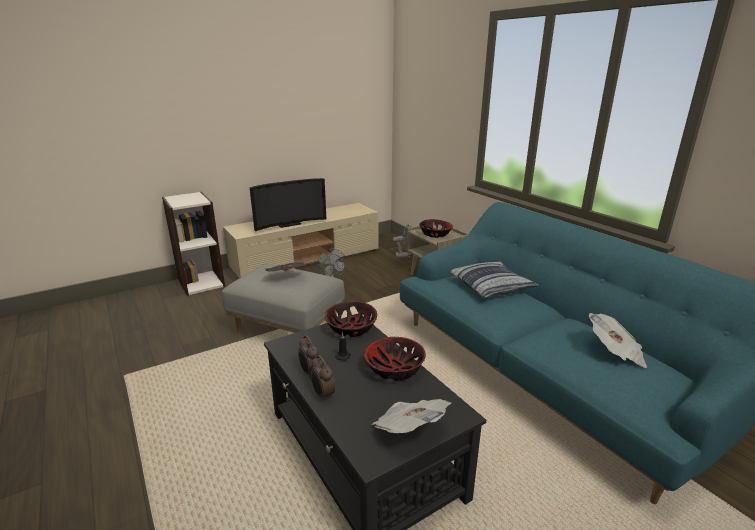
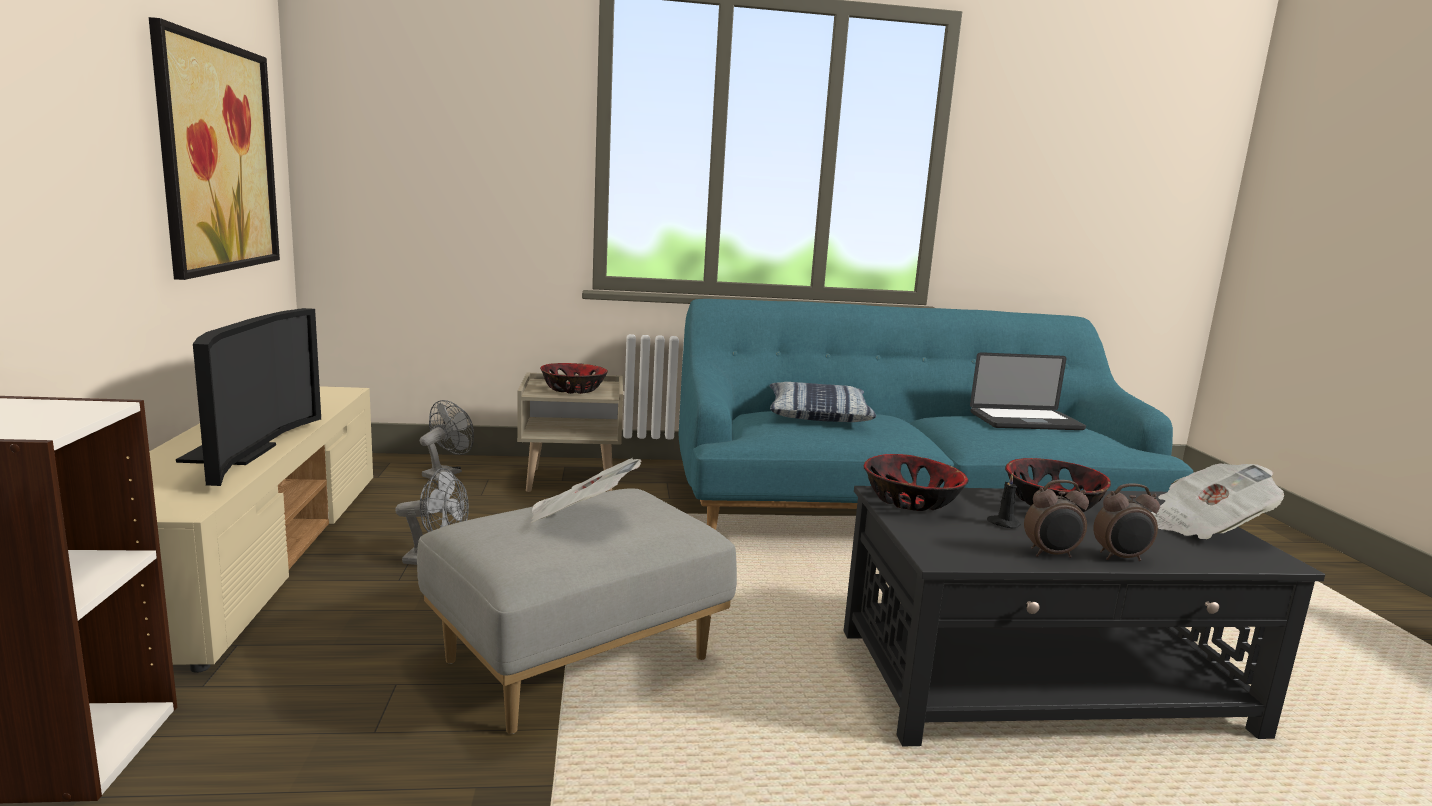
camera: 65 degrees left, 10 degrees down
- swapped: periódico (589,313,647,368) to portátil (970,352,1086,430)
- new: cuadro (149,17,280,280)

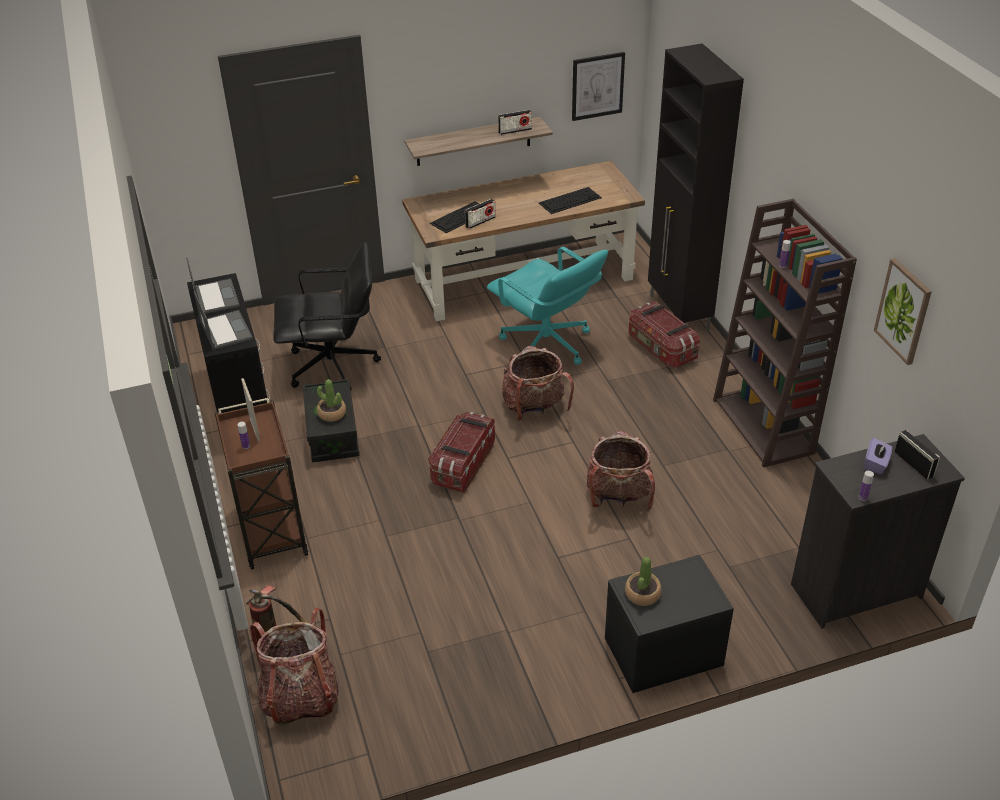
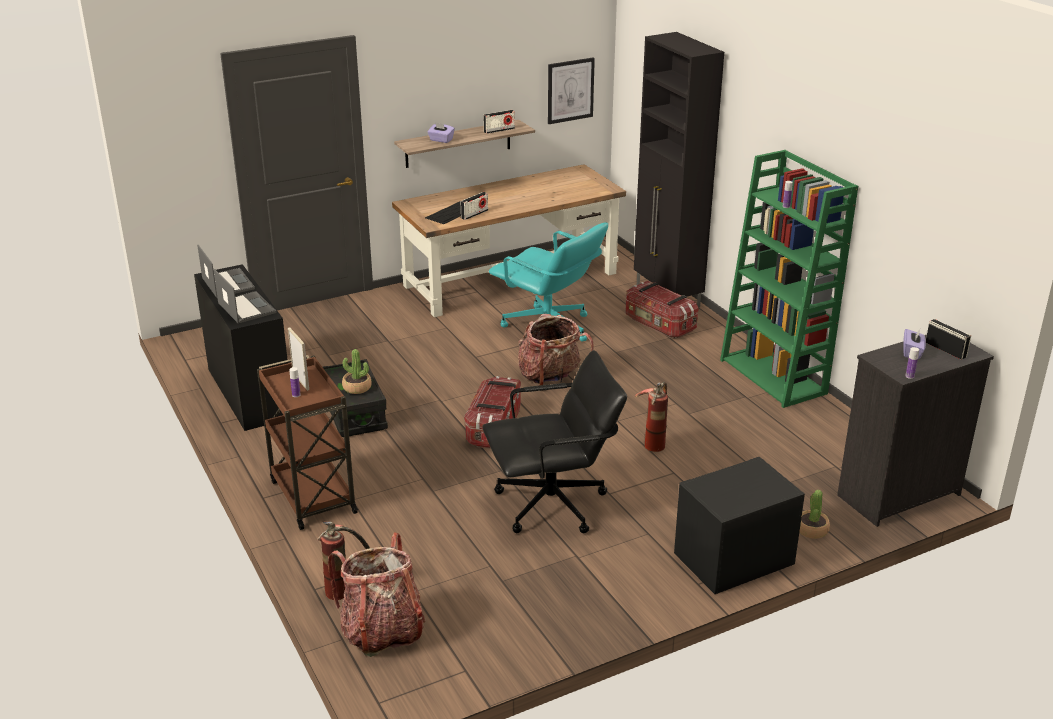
camera: 10 degrees left, 10 degrees down
- shifted: silla de oficina/negro (273,242,381,390) to (482,350,627,533)
- gone: teclado (539,187,602,214)
- swapped: mochila (587,431,655,511) to extintor (635,382,668,452)
- shifted: planta en maceta (625,557,662,606) to (799,490,830,539)
- repainted: estantería/marrón (713,199,857,468) to estantería/verde (720,150,858,408)
- gone: cuadro (874,258,932,365)
- new: caja de pañuelos/morado (427,122,455,143)

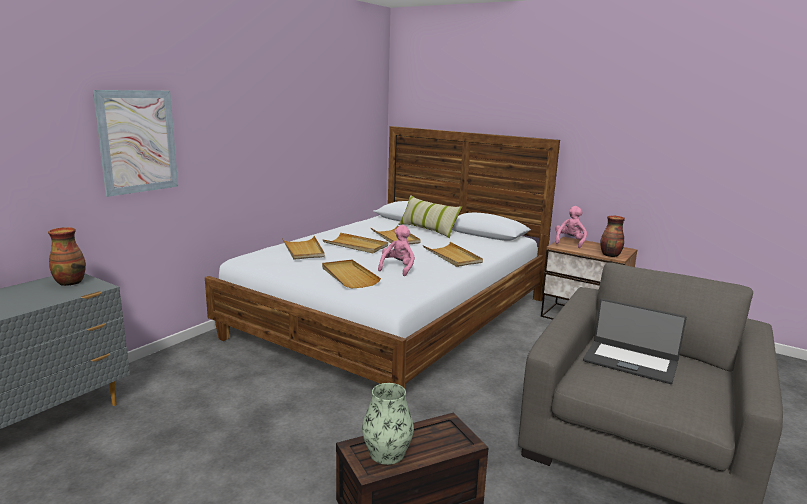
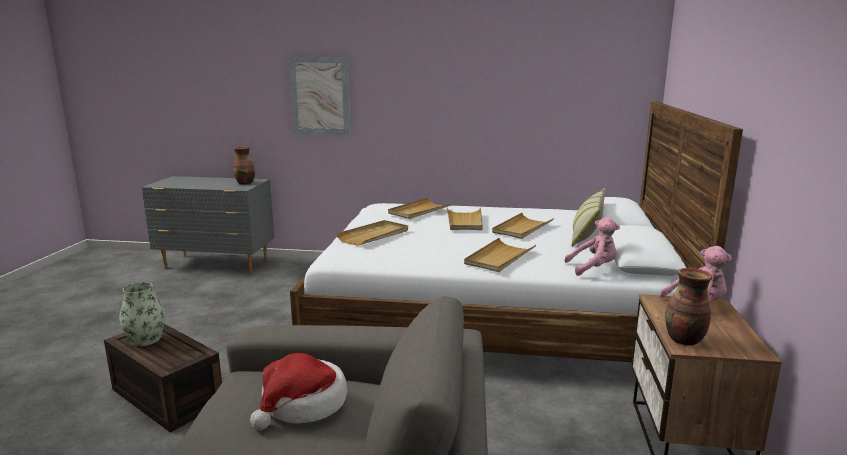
camera: 65 degrees right, 0 degrees up
- shifted: peluche/rosa (378,225,415,276) to (564,217,620,276)
- swapped: portátil (583,299,687,384) to sombrero (250,353,347,430)

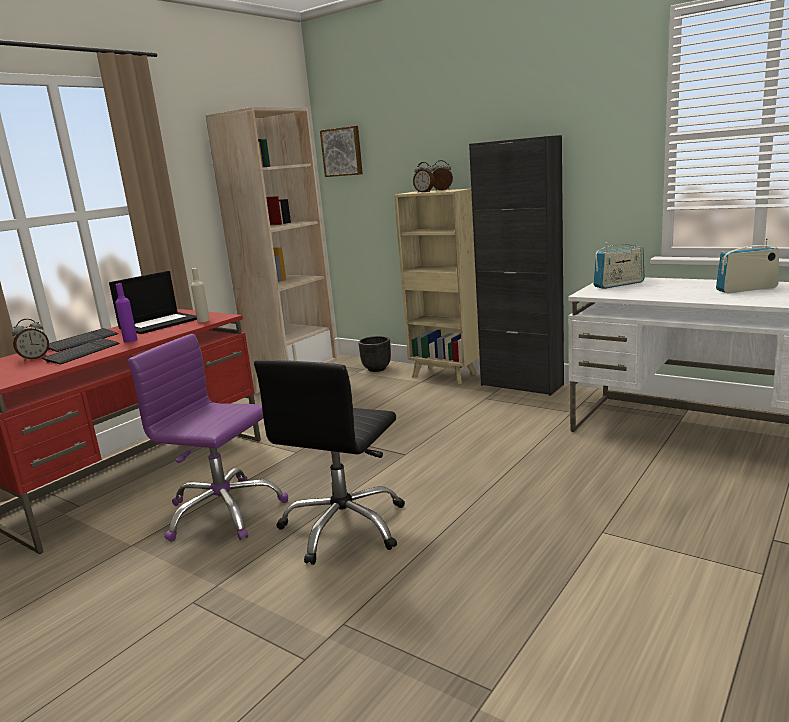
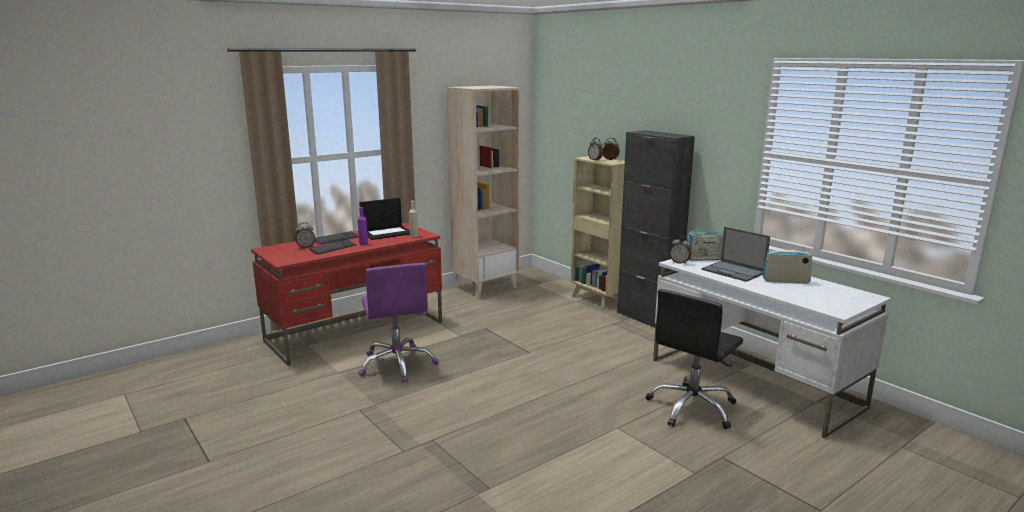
camera: 15 degrees right, 0 degrees up
- rotated: silla de oficina/morado (128,334,288,542) = (358,263,439,383) 150 degrees counterclockwise
- shifted: silla de oficina/negro (254,360,405,565) to (646,289,743,429)
- gone: cuadro (320,126,363,177)
- gone: maceta/negro (358,336,391,372)
- new: despertador (670,236,691,264)
- new: portátil (702,227,770,282)

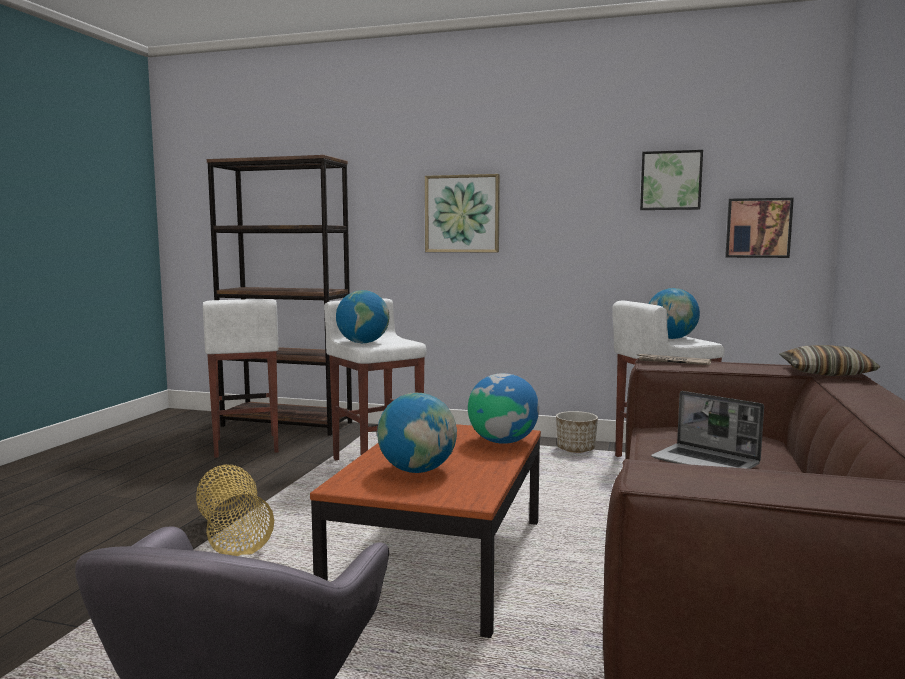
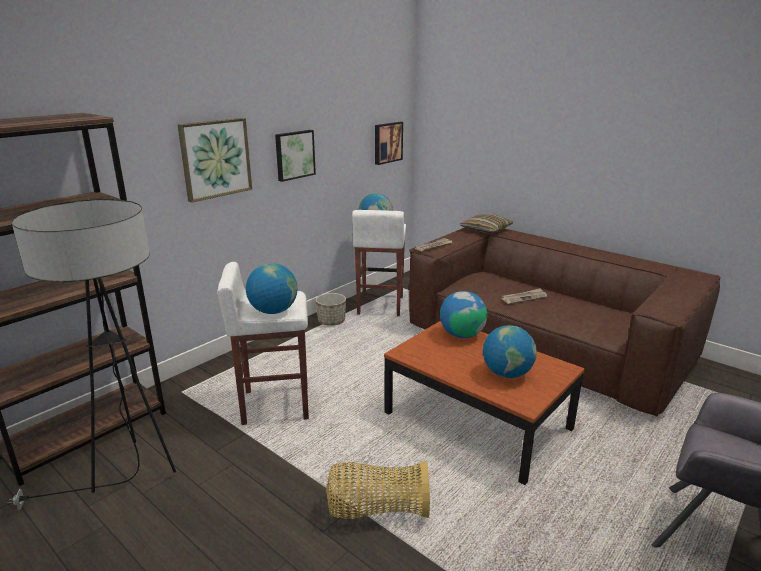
camera: 65 degrees left, 15 degrees up
- swapped: taburete/blanco (203,299,278,458) to lámpara de pie (8,199,176,510)
- shifted: cuadro (640,150,703,210) to (275,130,316,182)
- swapped: portátil (651,391,764,469) to periódico (502,288,547,304)

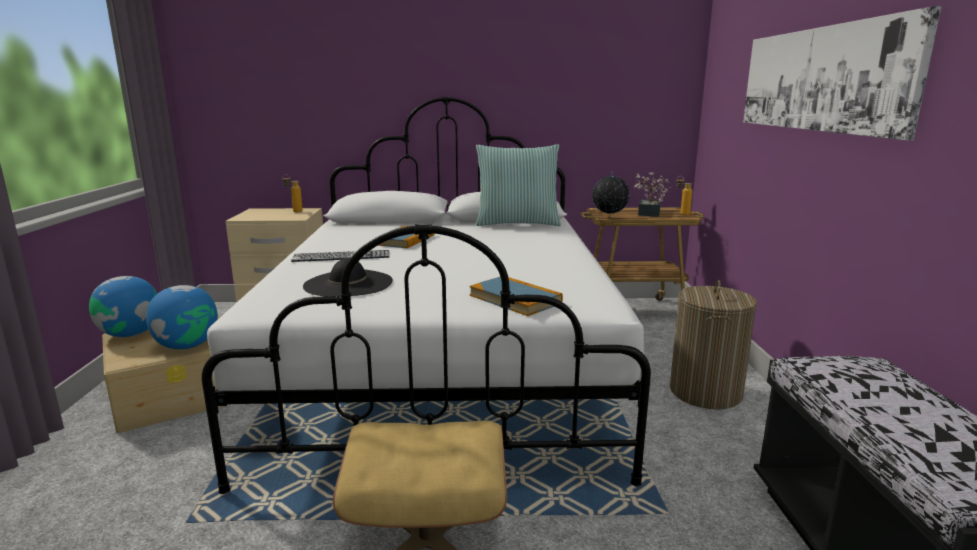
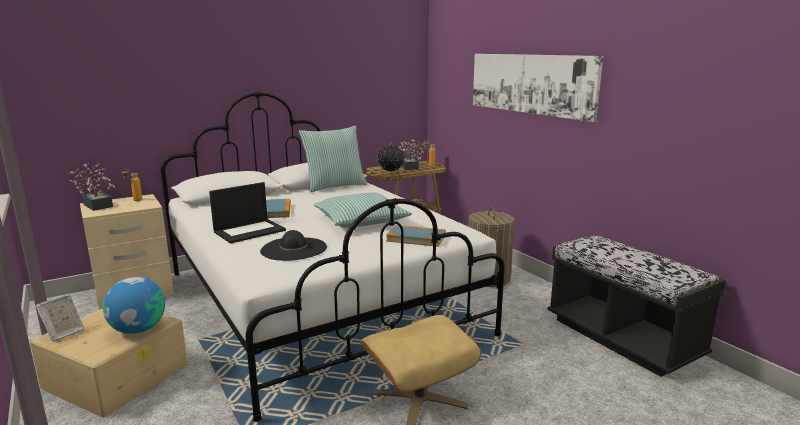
camera: 30 degrees left, 0 degrees up
- swapped: globo terráqueo (89,276,157,337) to portarretratos (35,294,84,342)
- swapped: teclado (291,250,389,262) to portátil (209,182,286,244)
- new: planta en maceta (69,164,116,211)
- new: cojín (313,192,412,228)

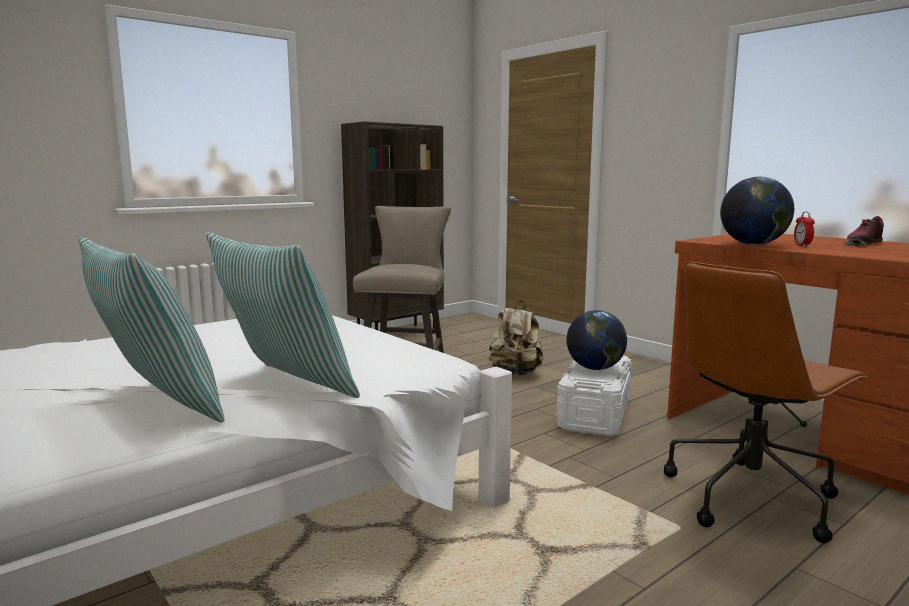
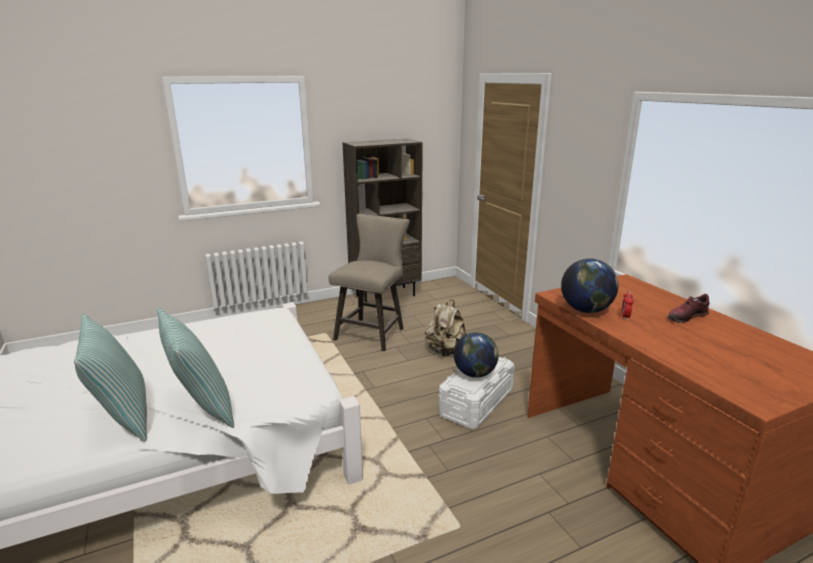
camera: 15 degrees right, 10 degrees up
- gone: silla de oficina/marrón (664,262,867,543)

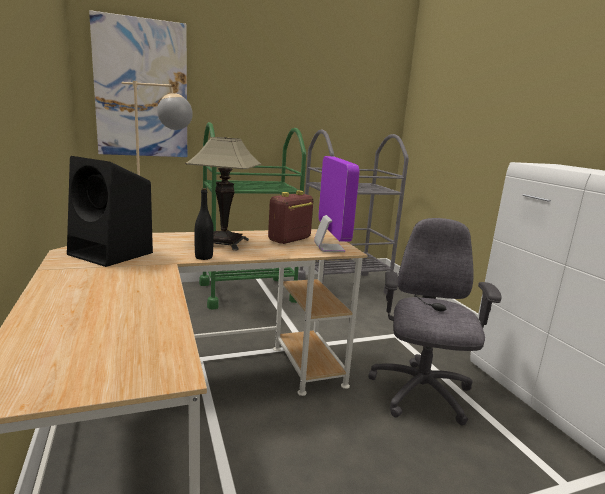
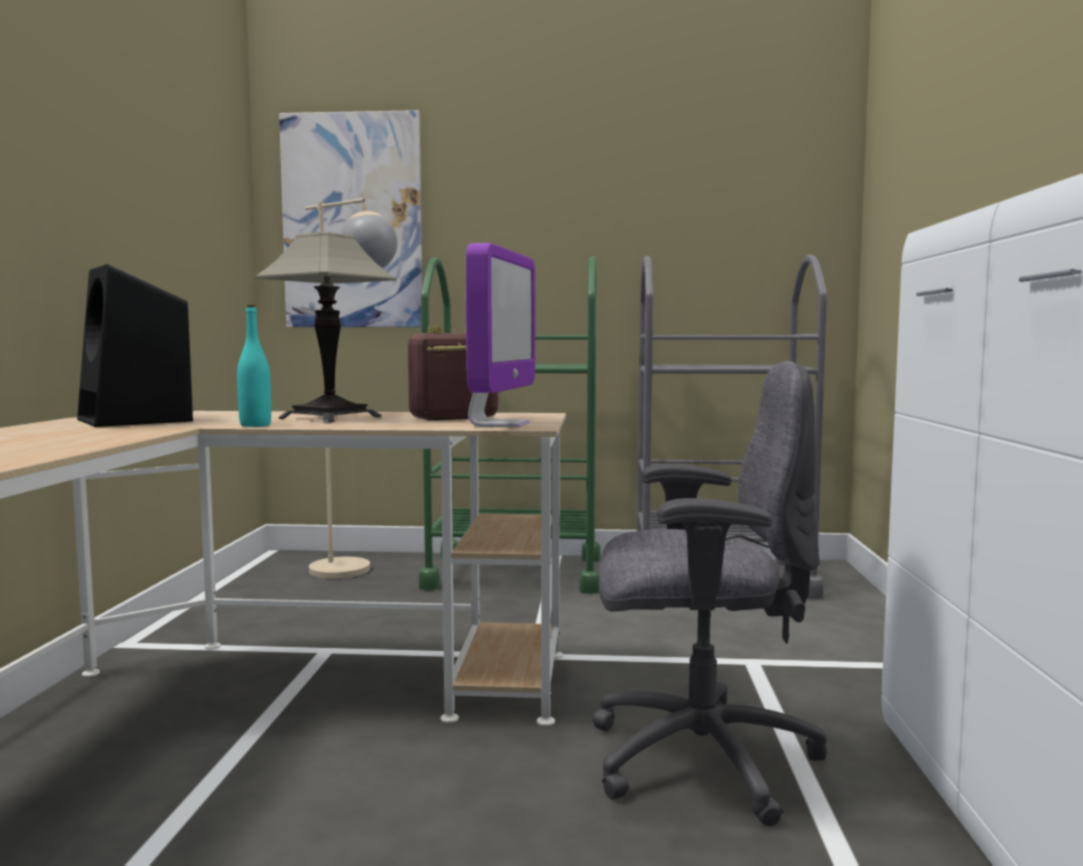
camera: 25 degrees right, 10 degrees down
- repainted: botella/negro (194,188,214,260) to botella/turquesa (237,305,271,427)
- rotated: silla de oficina/gris (368,218,502,426) = (592,361,827,826) 60 degrees clockwise

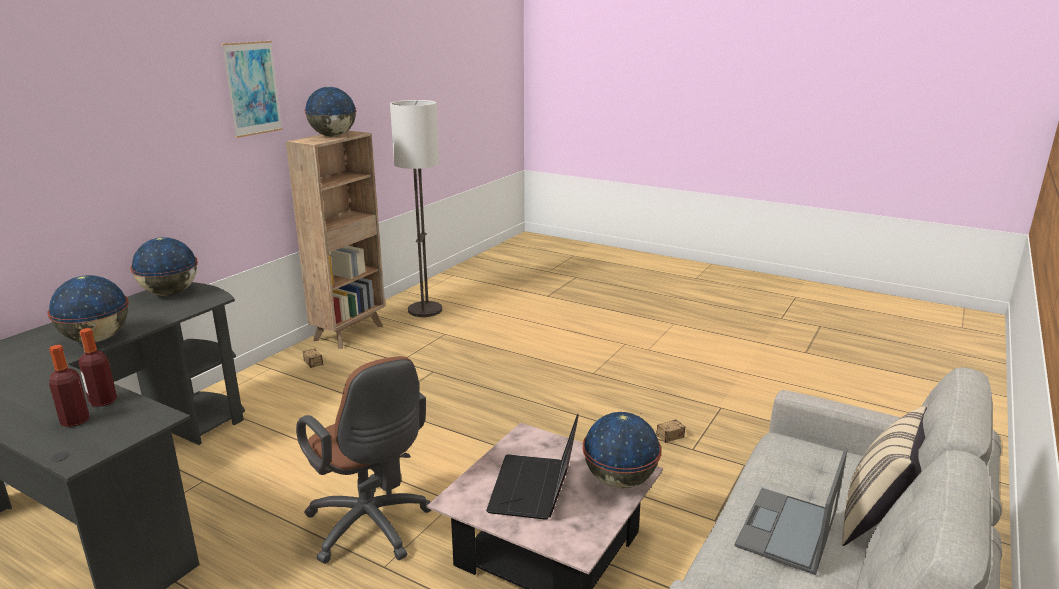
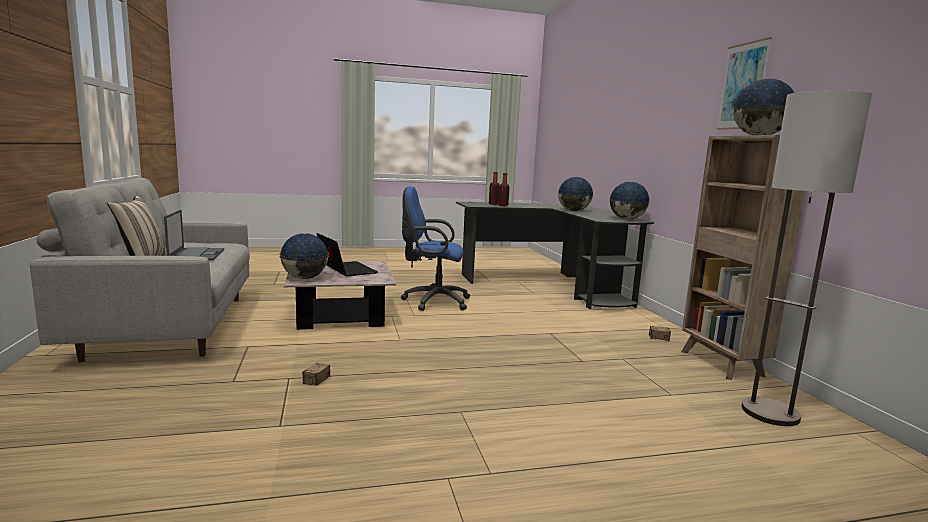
camera: 135 degrees right, 10 degrees down
- repainted: silla de oficina/marrón (296,356,431,564) to silla de oficina/azul (401,186,470,311)

